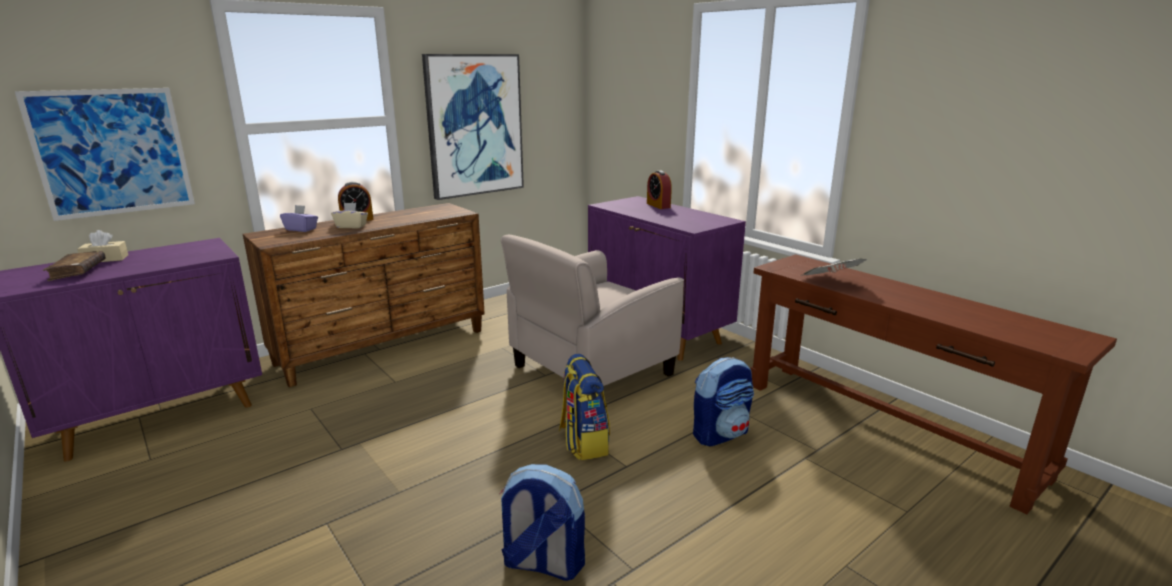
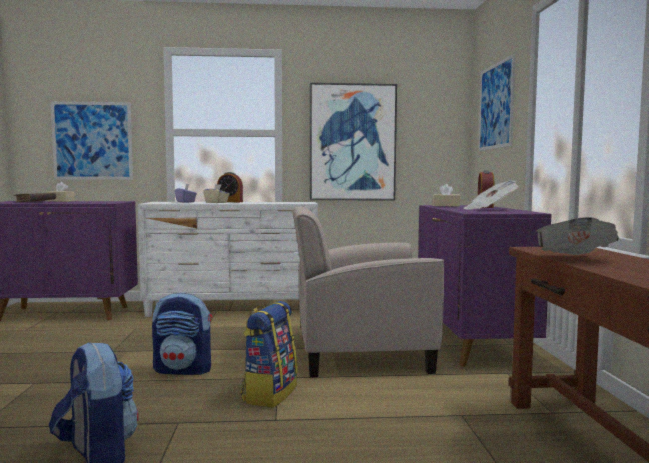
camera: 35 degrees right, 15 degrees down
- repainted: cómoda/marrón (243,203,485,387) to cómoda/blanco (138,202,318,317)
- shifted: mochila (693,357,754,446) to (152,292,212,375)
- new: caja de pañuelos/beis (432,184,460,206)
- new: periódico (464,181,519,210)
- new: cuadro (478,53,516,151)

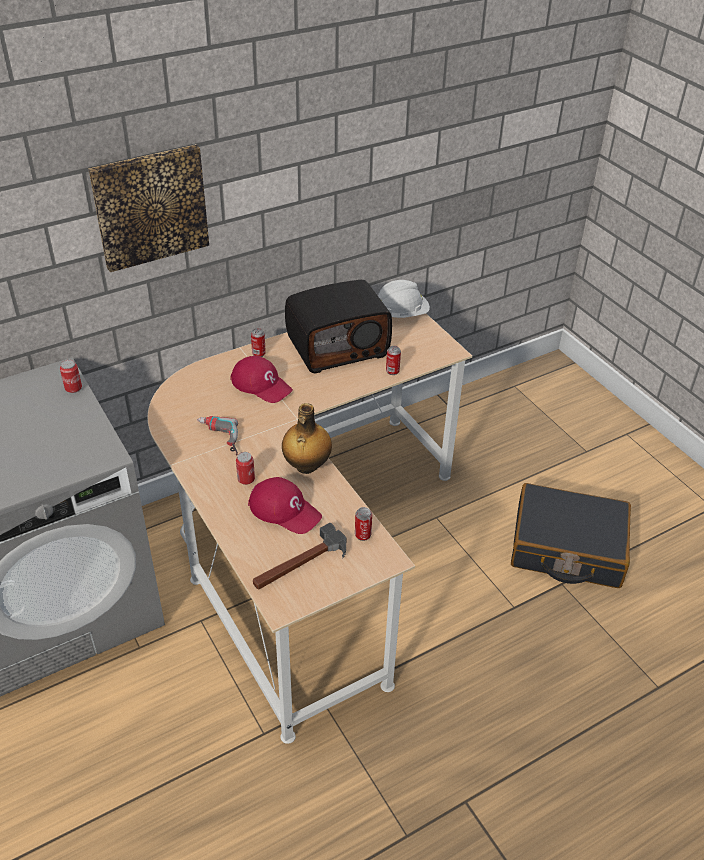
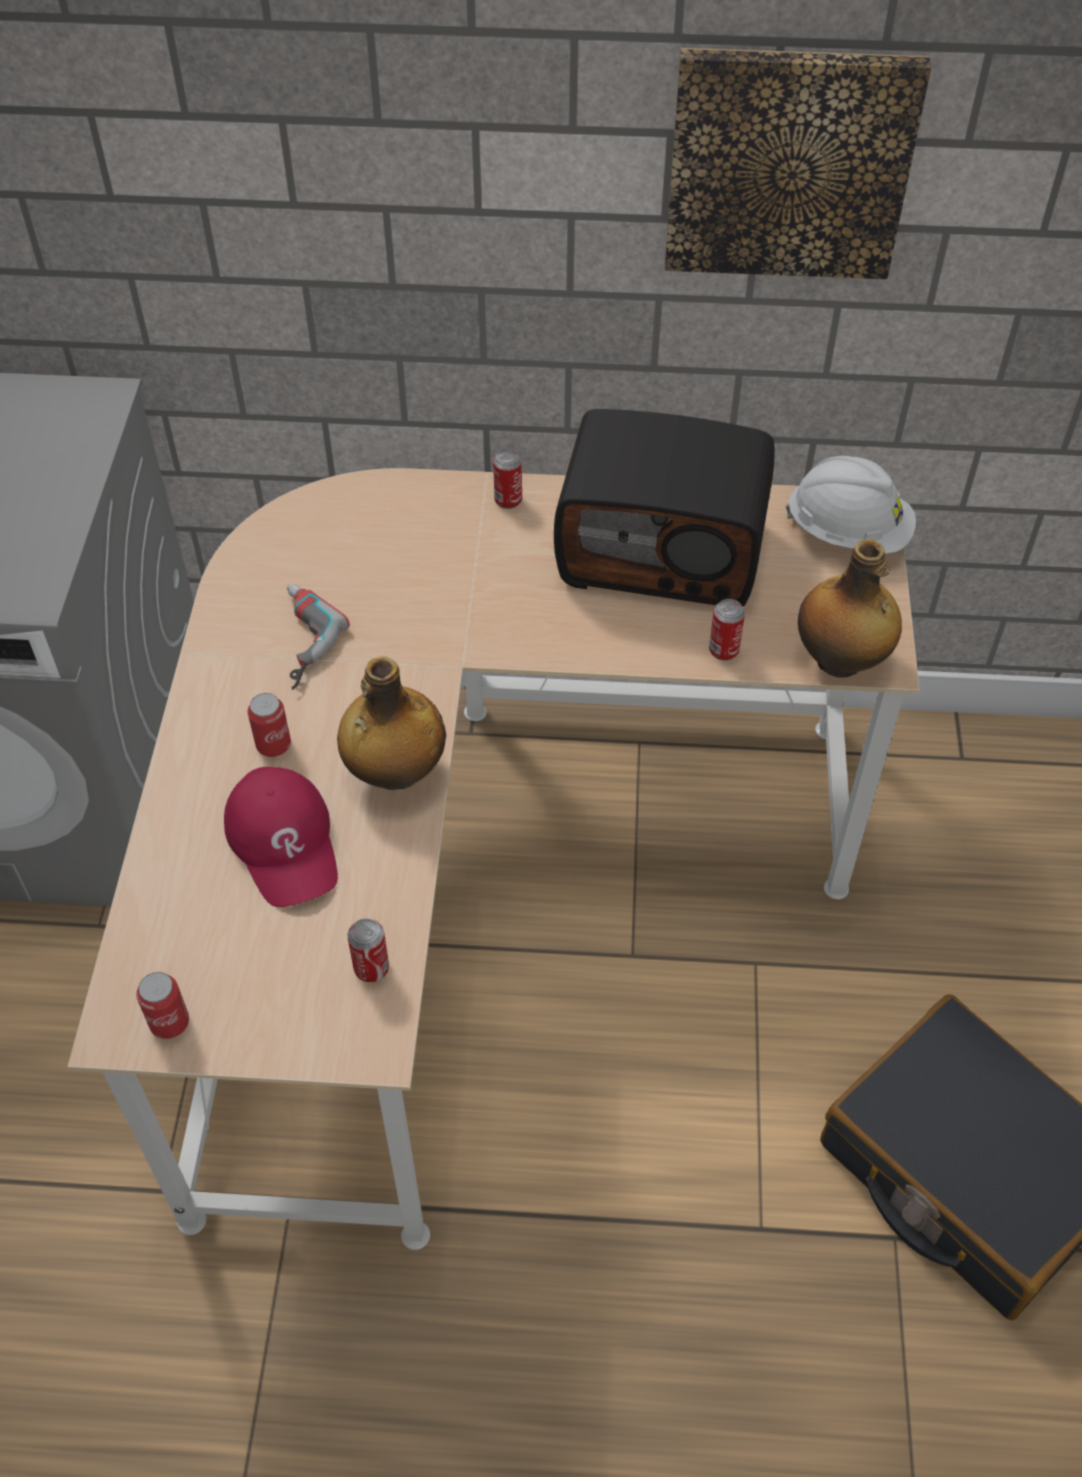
camera: 35 degrees right, 10 degrees up
- shifted: lata (60,360,82,393) to (136,972,189,1039)
- shifted: cuadro (88,144,209,272) to (665,48,931,279)
- gone: gorra/rojo (231,356,293,403)
- gone: martillo (253,522,347,589)
- new: botella (798,539,902,678)

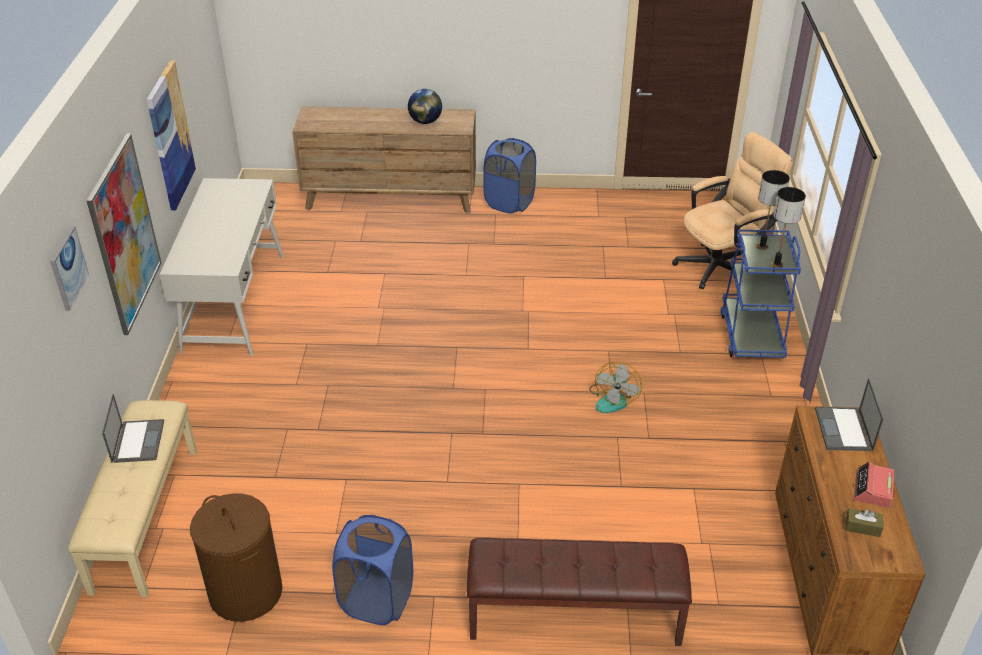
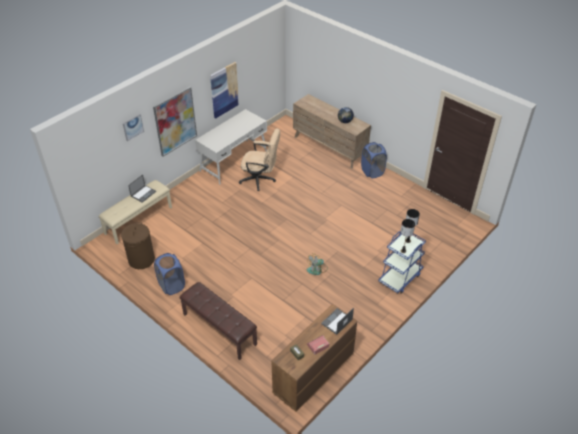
camera: 40 degrees right, 5 degrees up
- shifted: silla de oficina/beis (672,132,792,289) to (239,128,280,191)

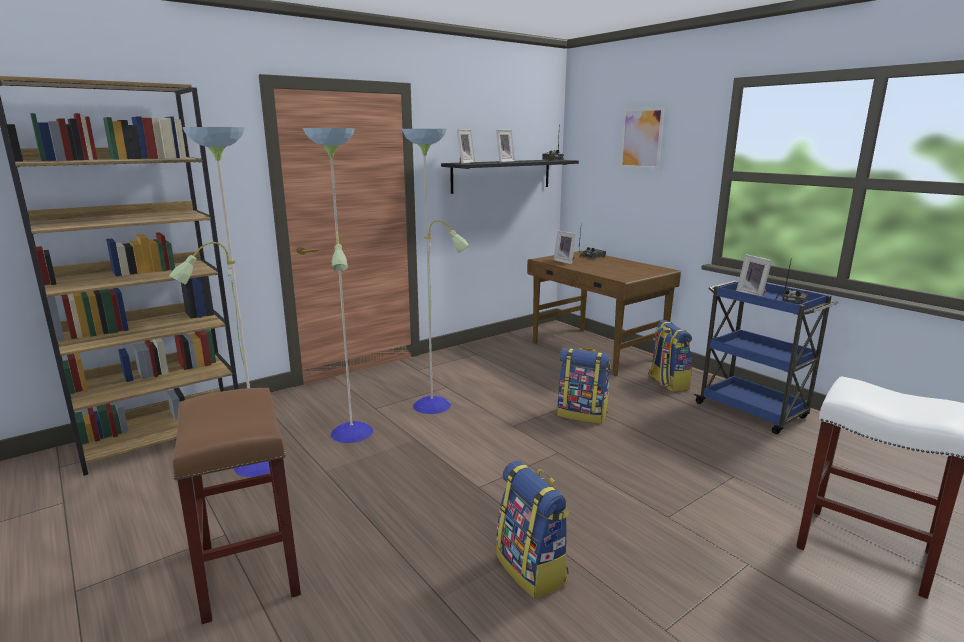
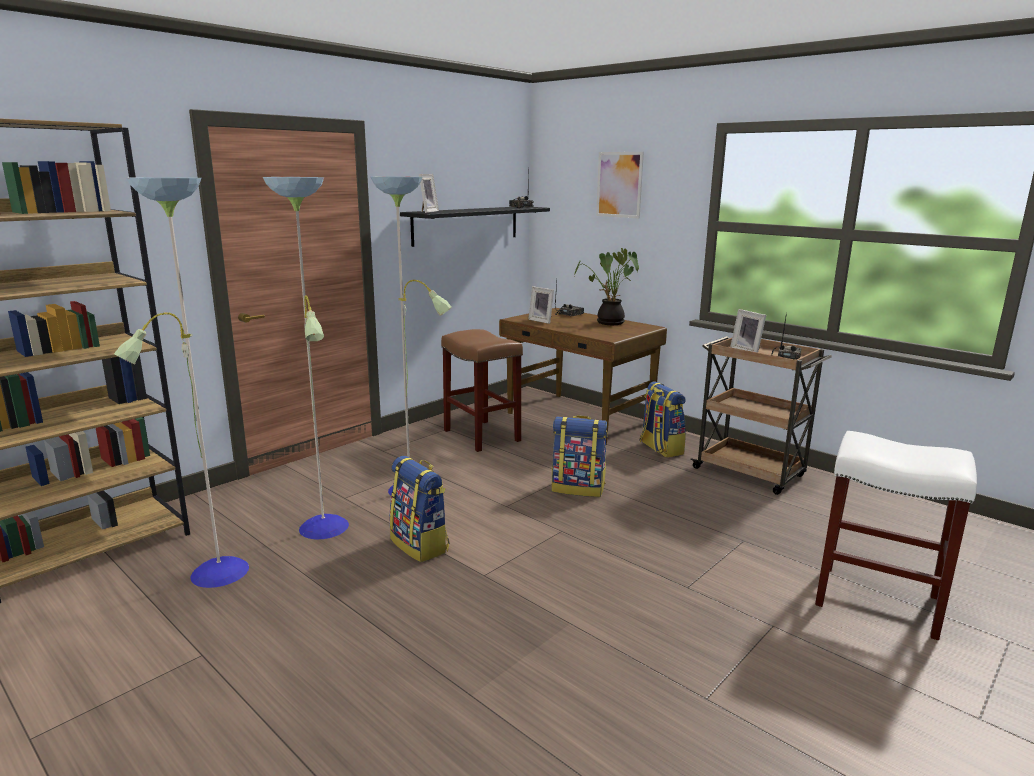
camera: 10 degrees left, 0 degrees up
- shifted: taburete/marrón (173,388,301,624) to (441,329,523,452)
- gone: portarretratos (496,130,515,162)
- shifted: mochila (496,461,569,598) to (389,456,450,562)
- repainted: carrito/azul (694,280,839,434) to carrito/marrón (690,336,832,495)
- new: planta en maceta (574,248,639,325)

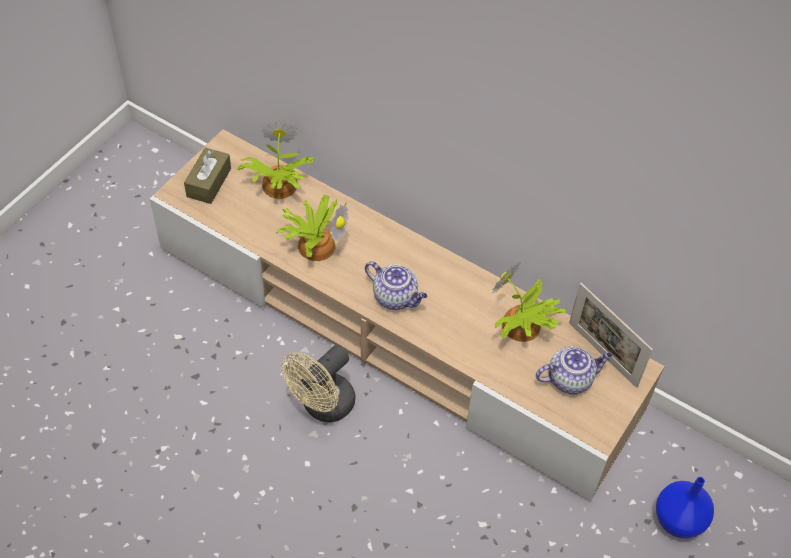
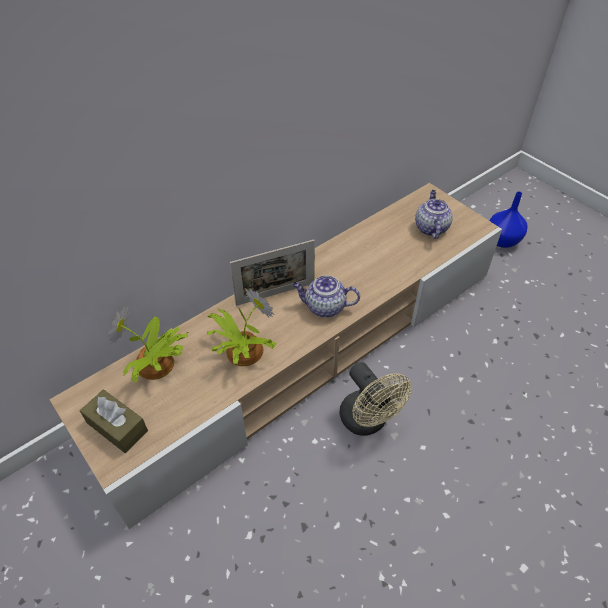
camera: 70 degrees left, 5 degrees down
- rotated: tetera (365,261,427,310) = (292,275,360,318) 135 degrees counterclockwise
- gone: planta en maceta (493,262,567,342)
- shifted: portarretratos (569,283,653,388) to (230,240,315,306)

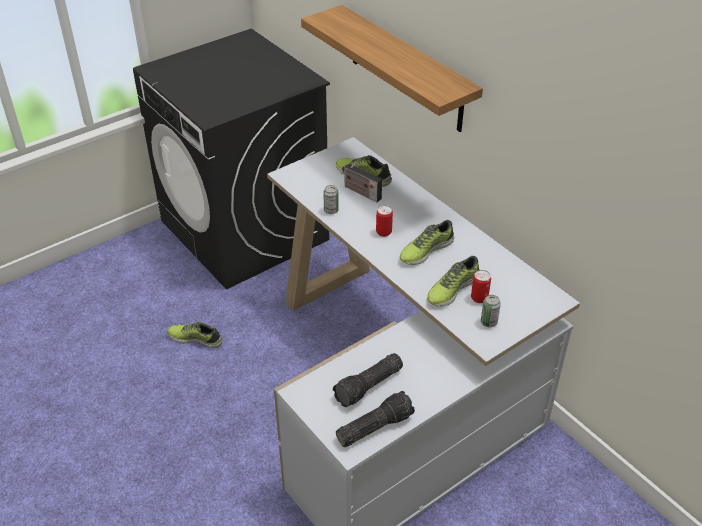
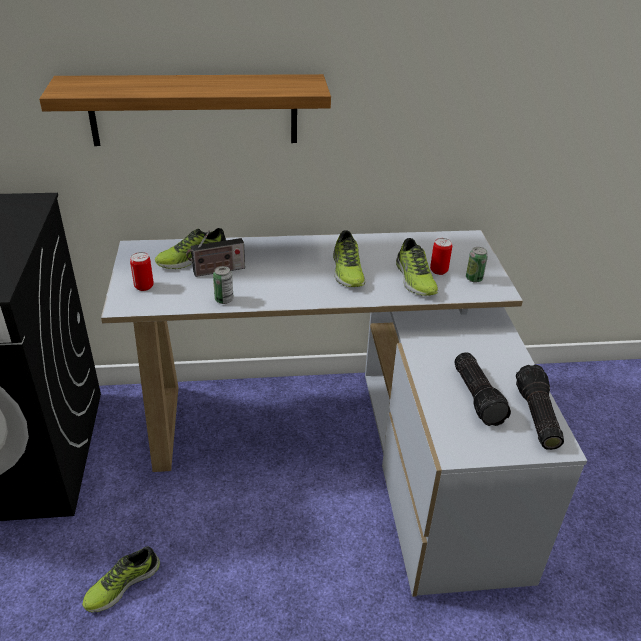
camera: 60 degrees left, 5 degrees down
- shifted: lata (376,205,393,237) to (130,252,154,291)

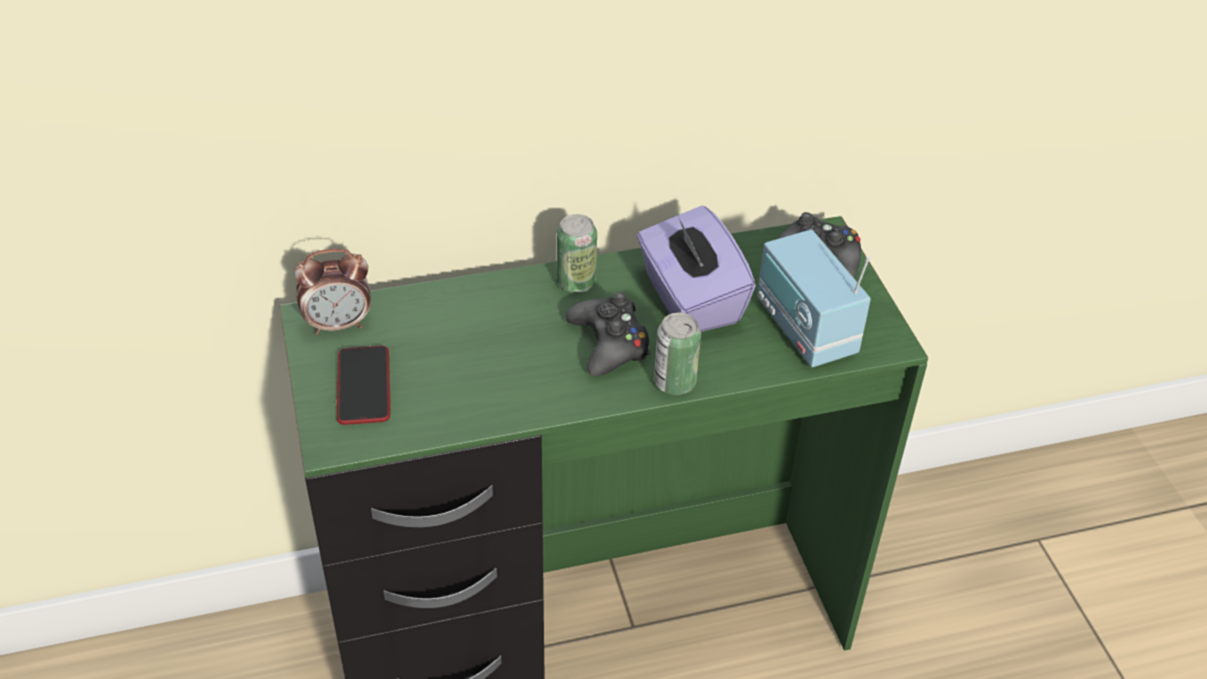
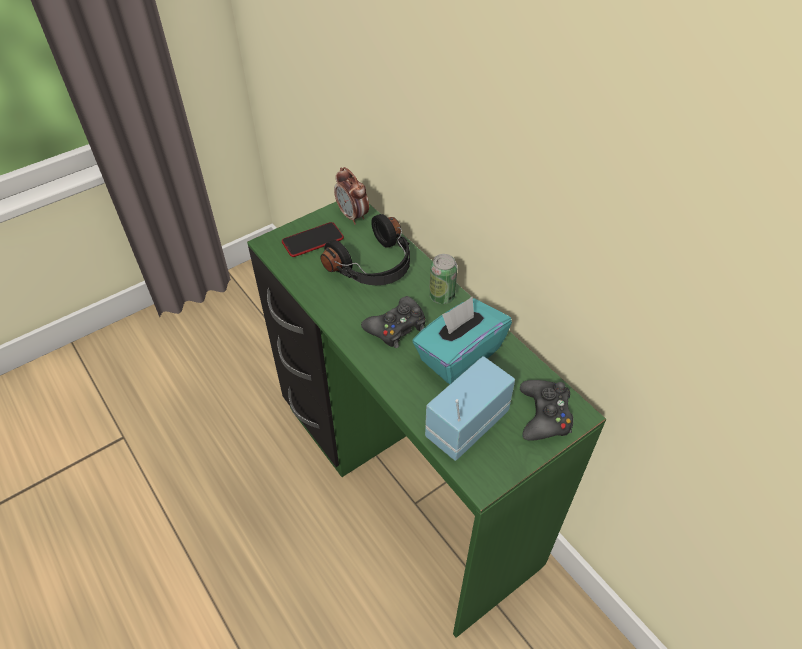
camera: 70 degrees right, 5 degrees up
- repainted: caja de pañuelos/morado (637,206,756,332) to caja de pañuelos/turquesa (412,296,512,384)
- gone: lata (654,312,701,395)
- new: auriculares/negro (320,214,410,285)

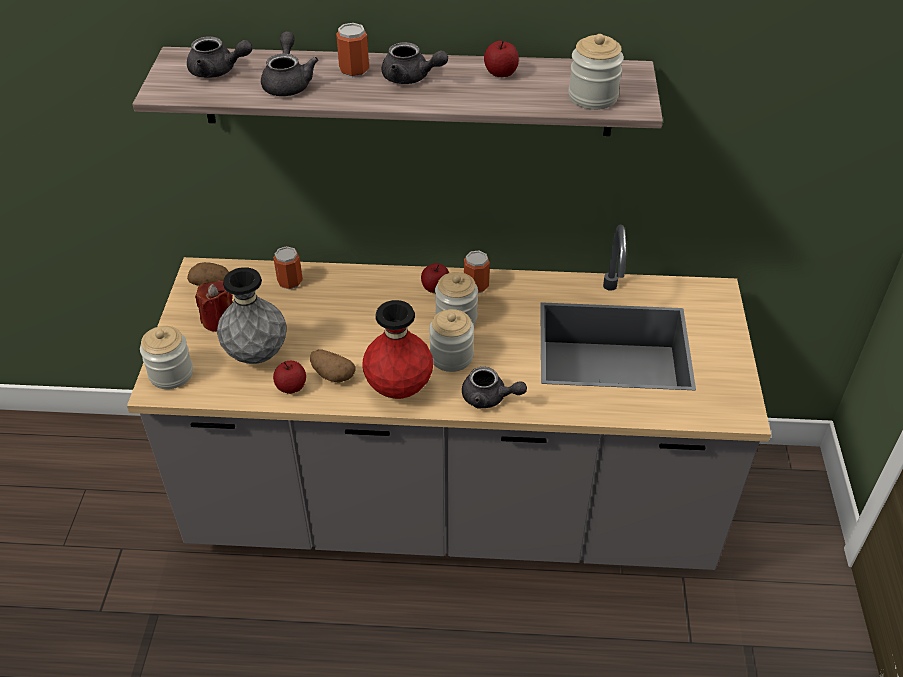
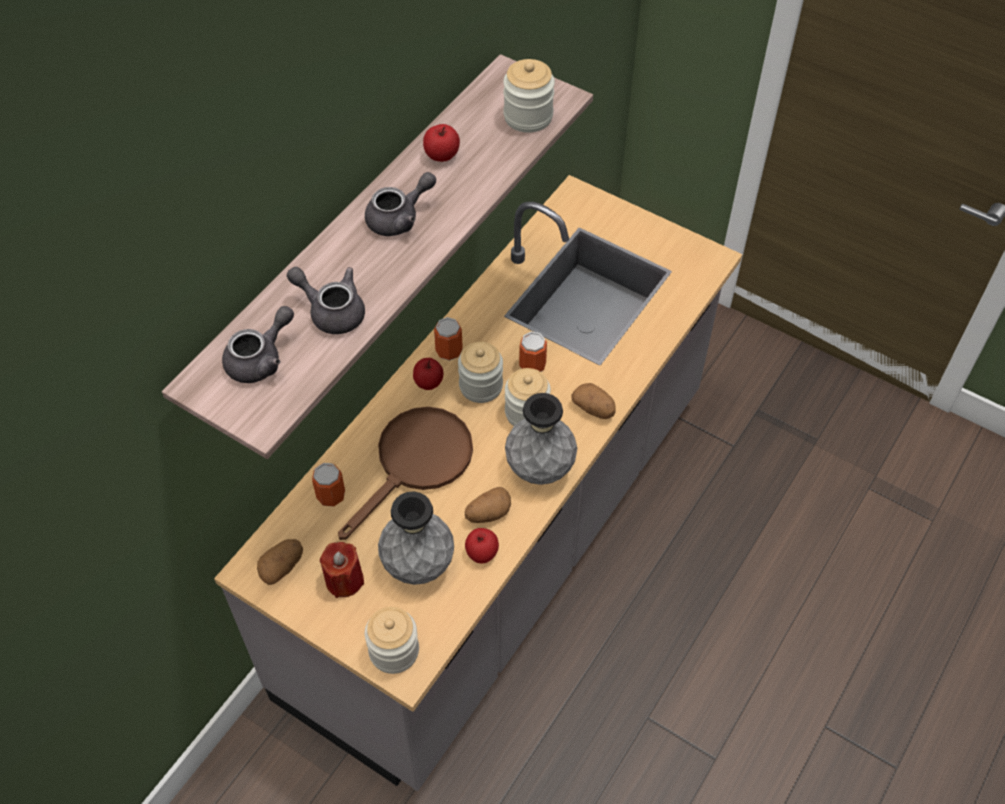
camera: 60 degrees left, 10 degrees up
- shifted: lata (336,23,369,77) to (519,332,547,372)
- repainted: florero/rojo (363,300,433,399) to florero/gris (505,393,577,485)
- swapped: tetera/gris (462,367,527,409) to patata (571,383,616,419)
- new: sartén/marrón (338,407,473,540)

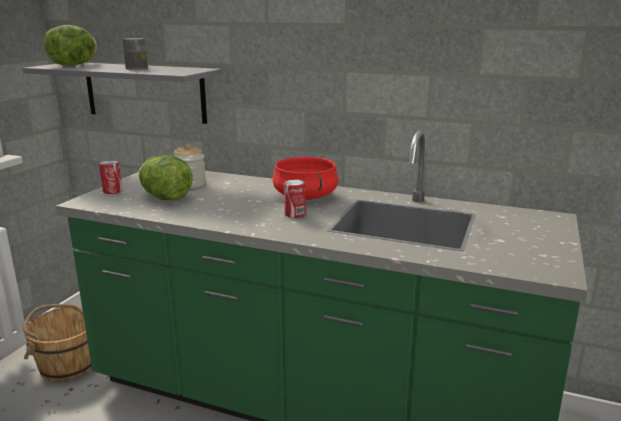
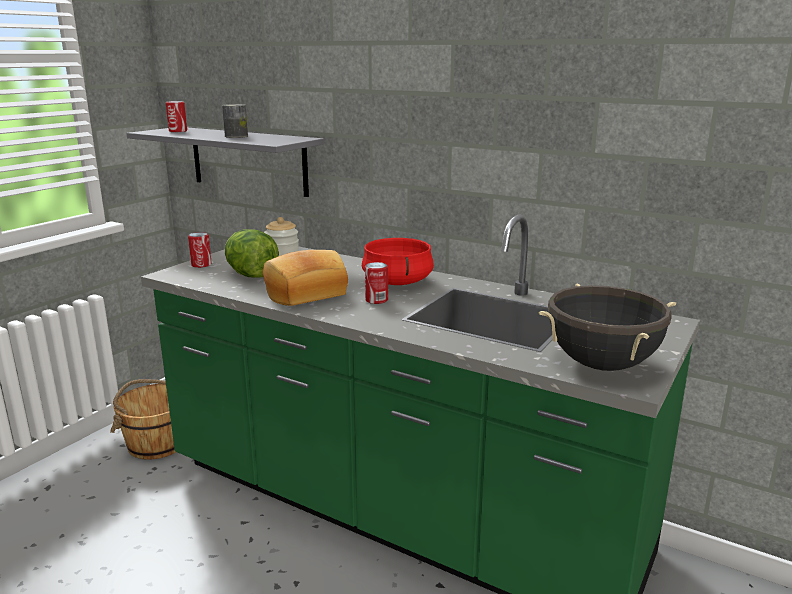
camera: 10 degrees right, 0 degrees up
- swapped: lechuga (44,25,97,66) to lata (166,101,187,132)
- new: pan (263,250,348,306)
- new: olla/negro (538,283,676,371)

